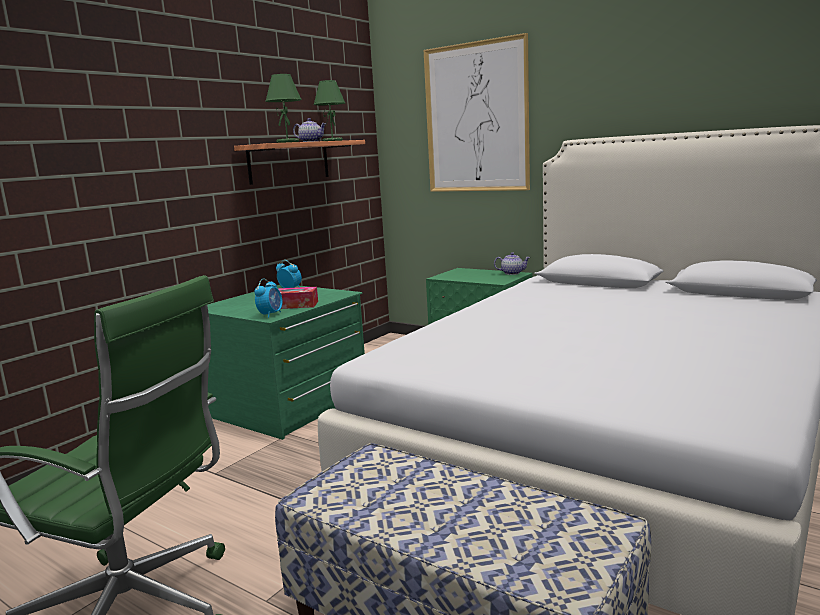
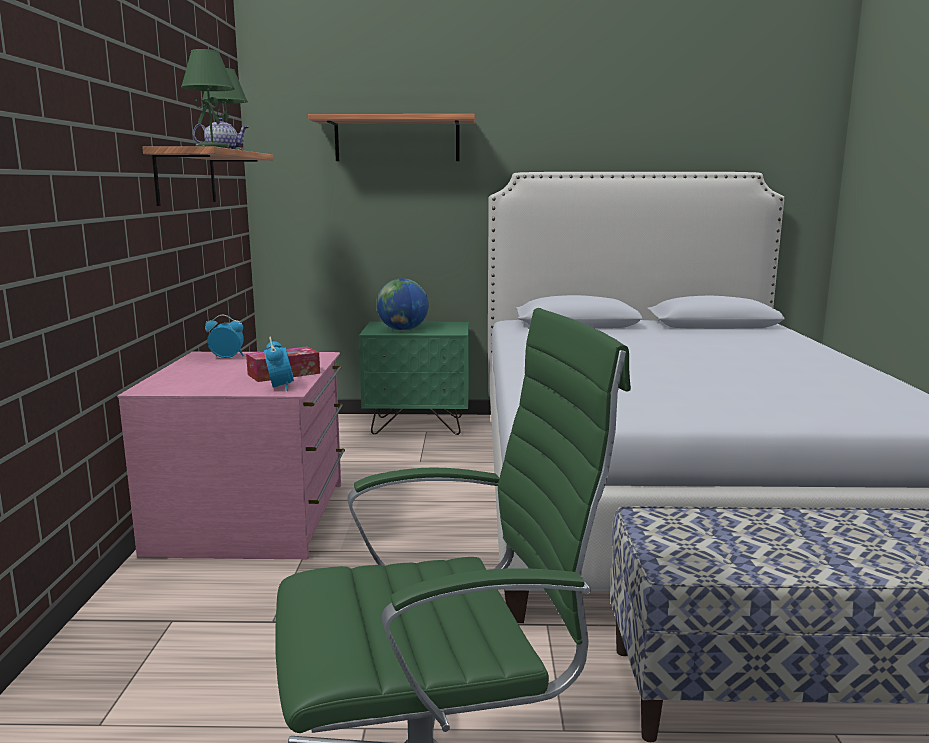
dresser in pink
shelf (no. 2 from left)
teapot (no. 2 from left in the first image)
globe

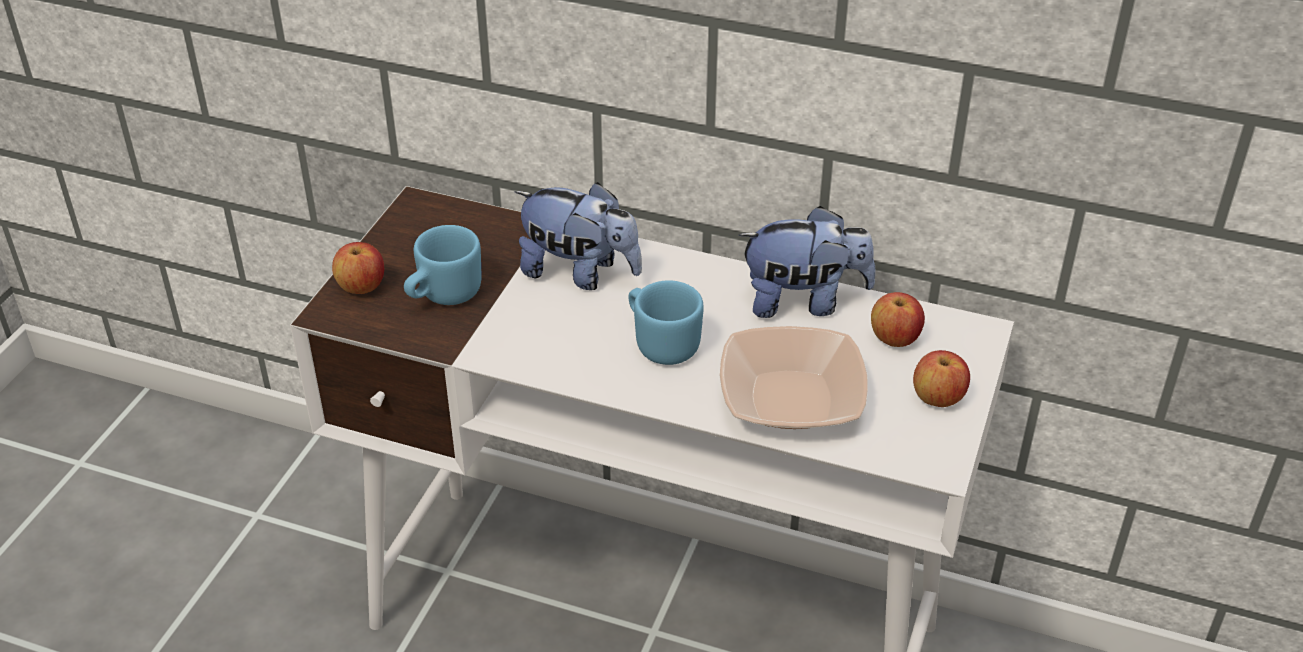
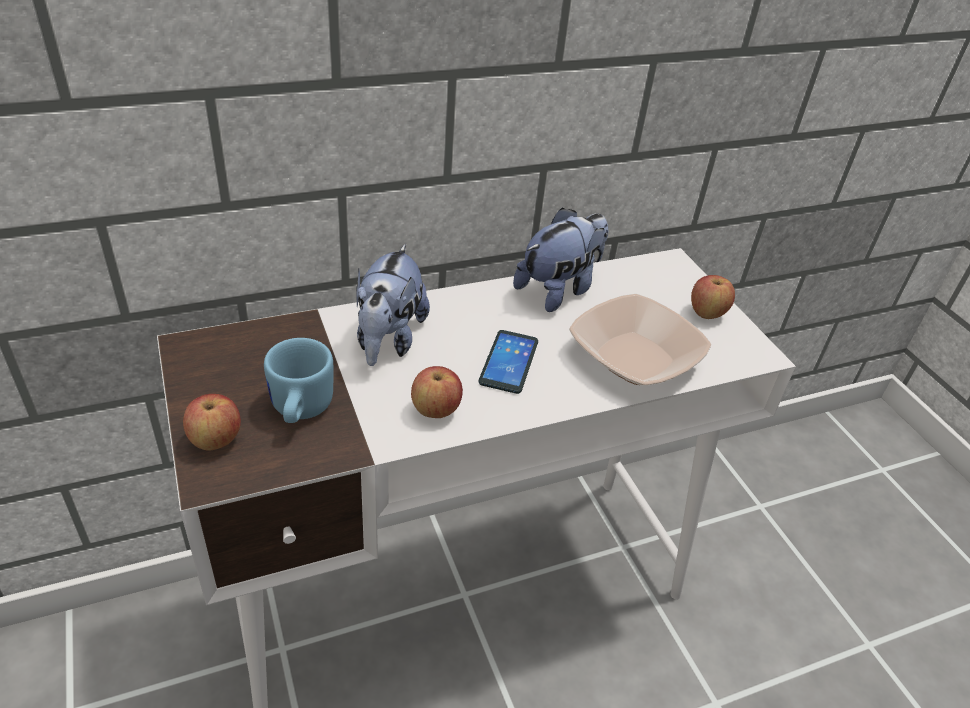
plush toy (no. 1 from left)
phone
apple (no. 2 from left)

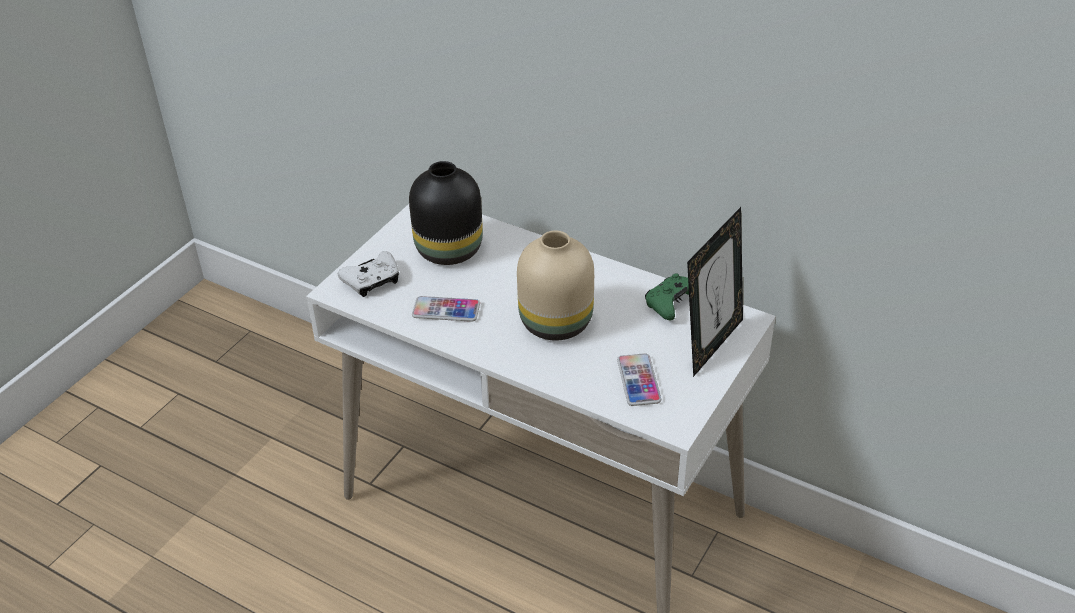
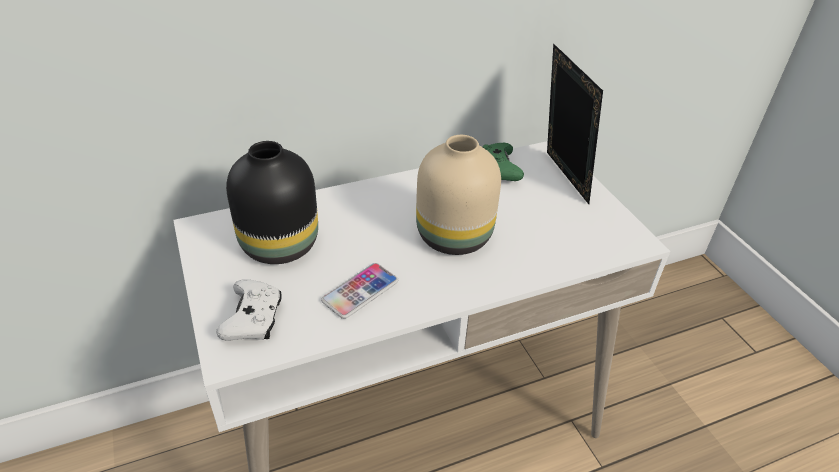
phone (no. 2 from left in the first image)

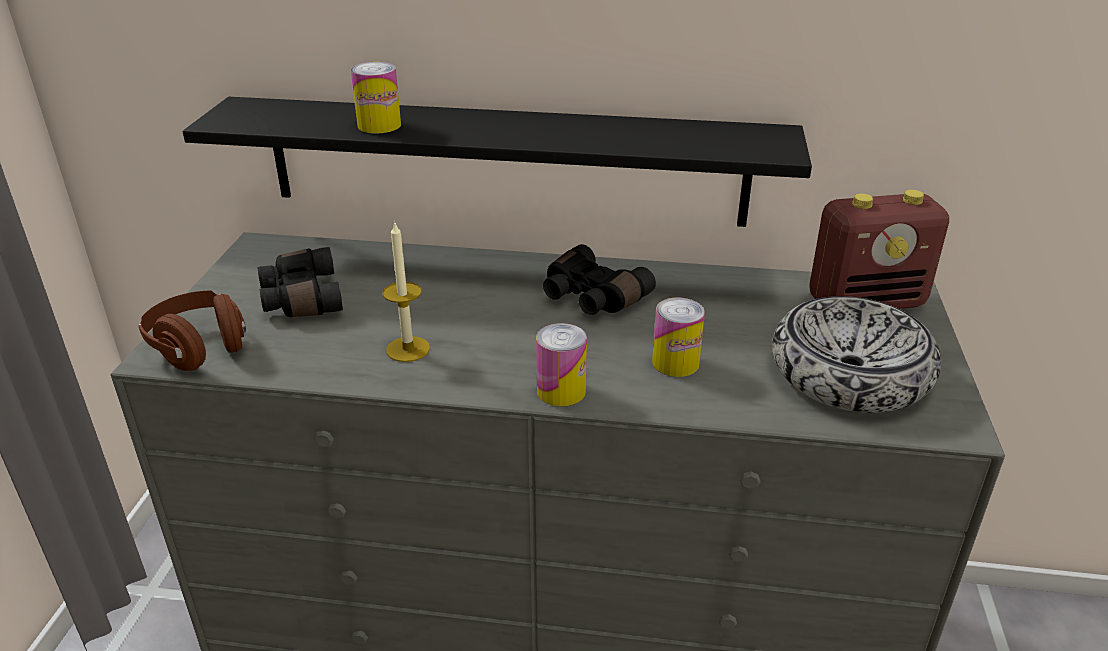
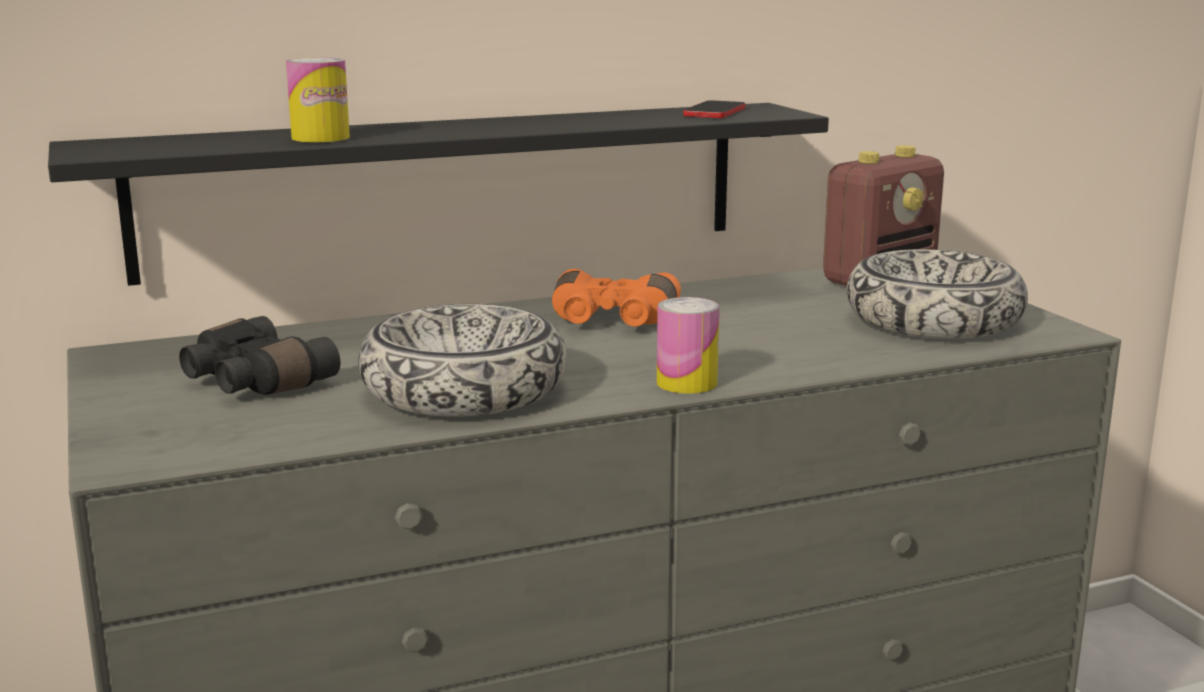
headphones in brown
bowl (no. 1 from left)
binoculars in orange
can (no. 3 from left in the first image)
phone

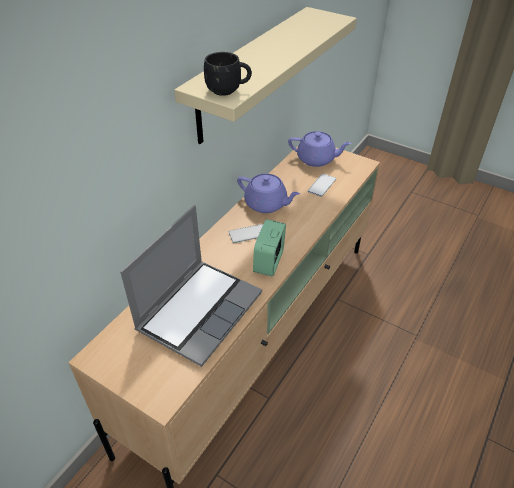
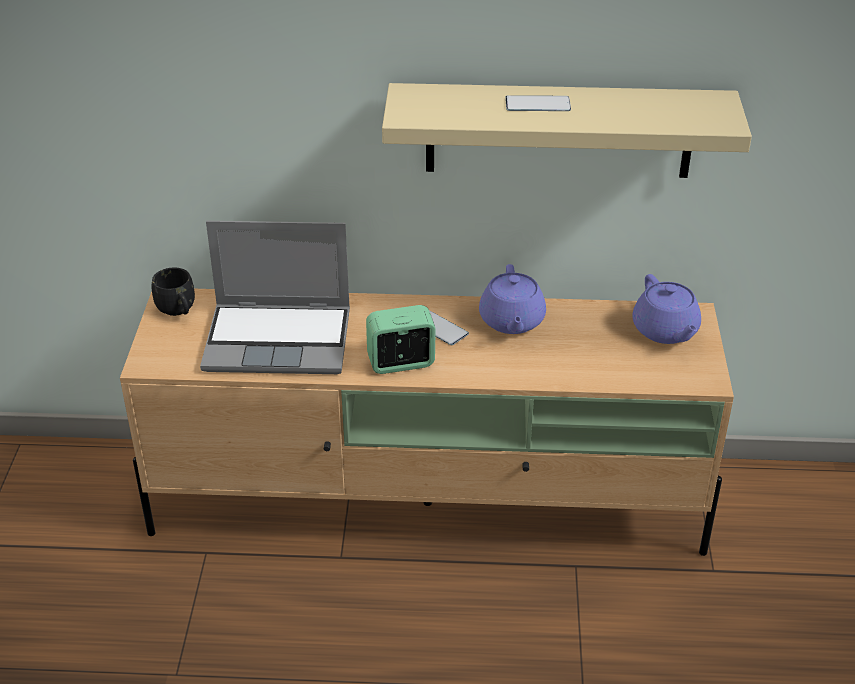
mug in black
phone (no. 2 from left)

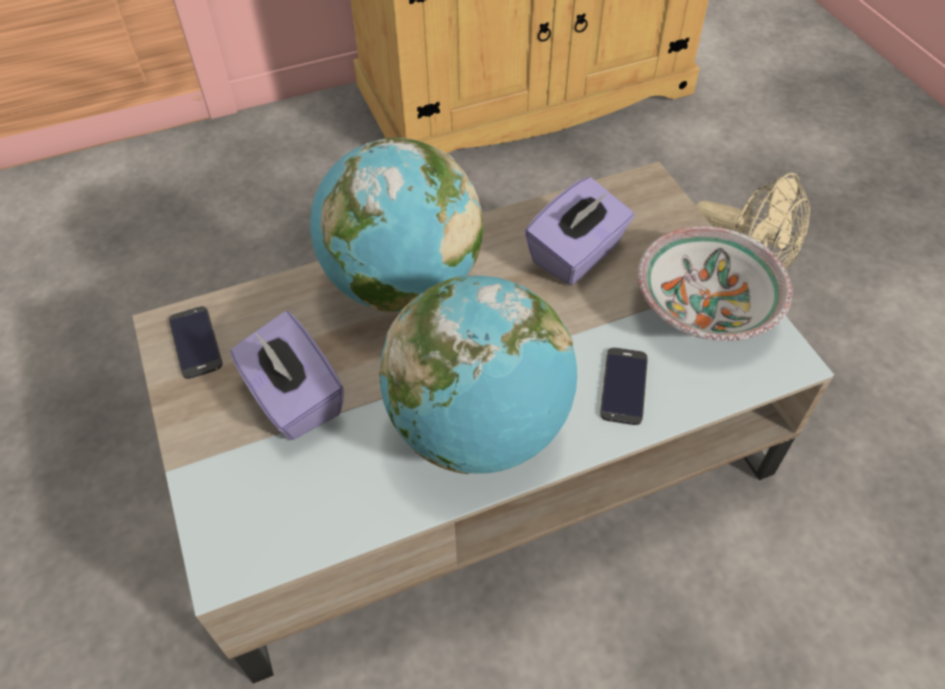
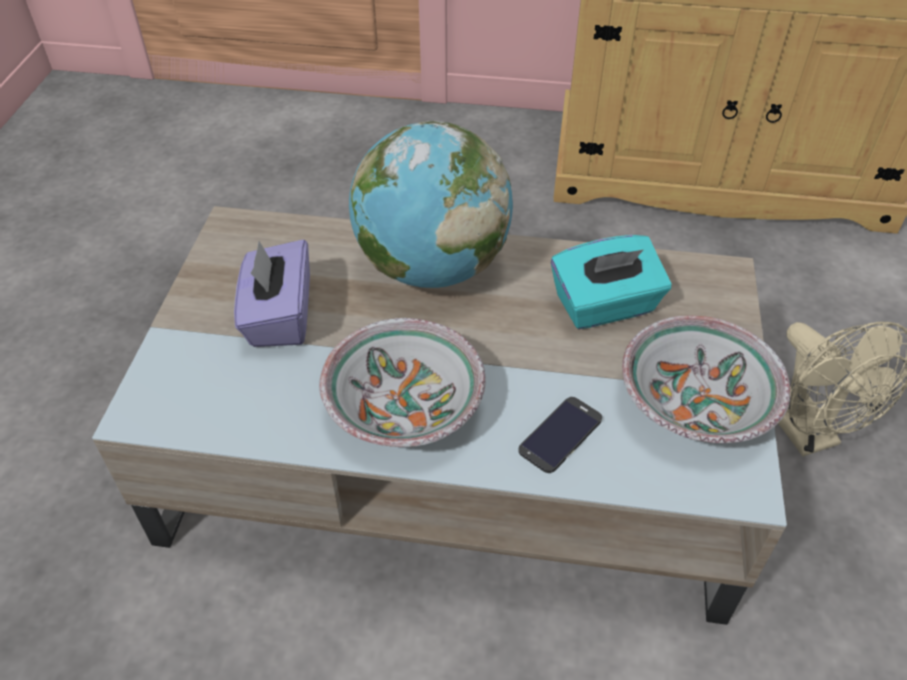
phone (no. 1 from left in the first image)
bowl (no. 1 from left)
tissue box in turquoise

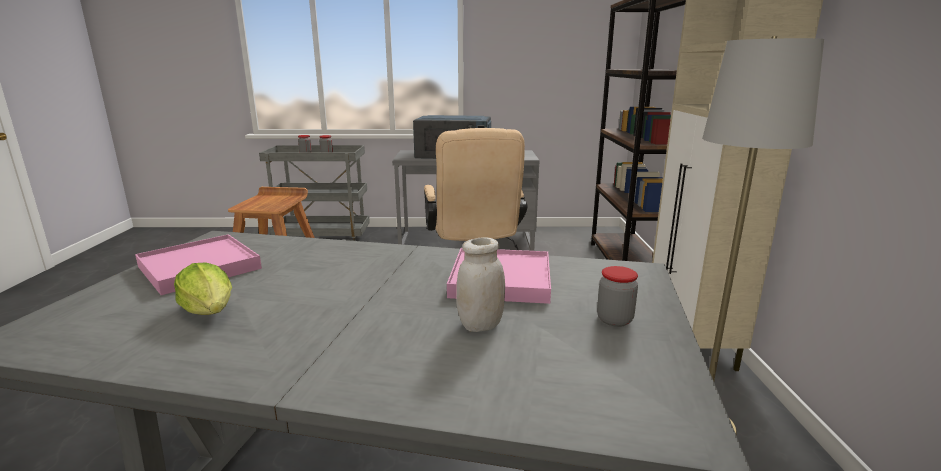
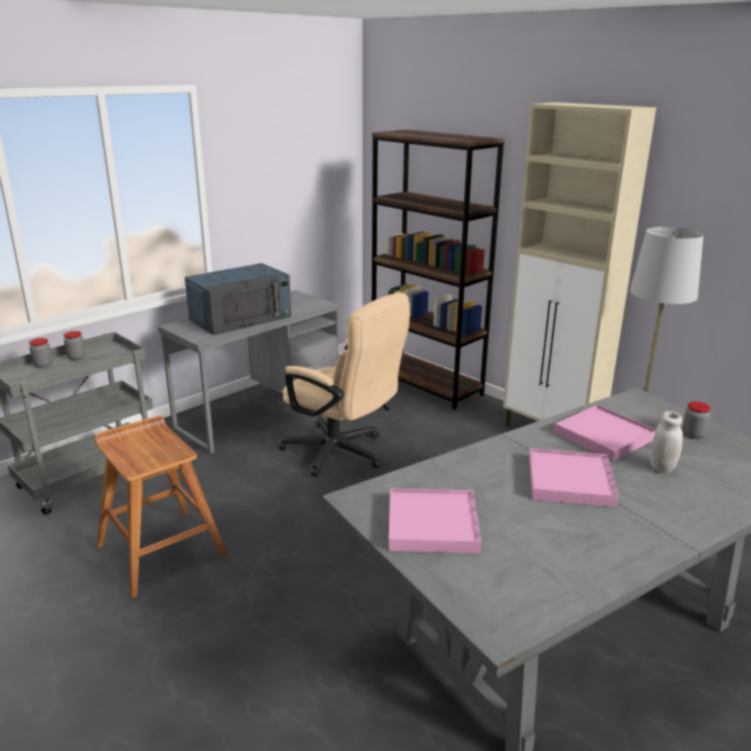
lettuce
tray in pink (no. 2 from left)

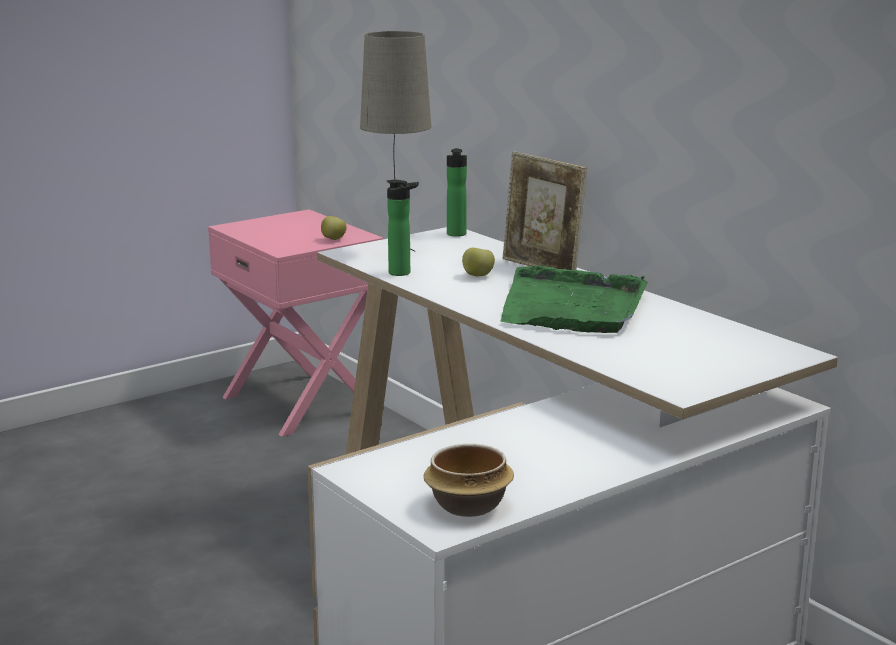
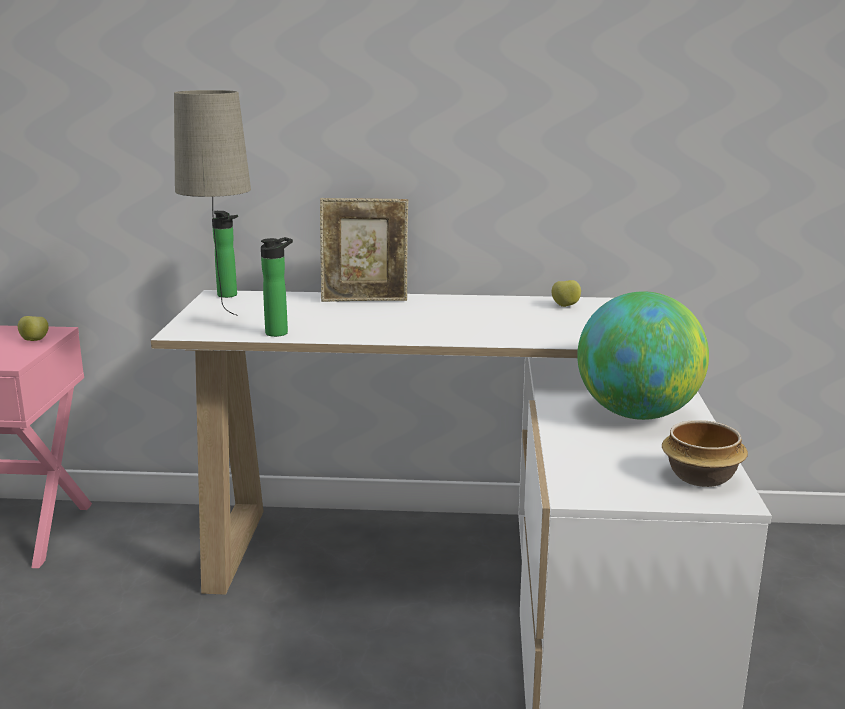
apple (no. 2 from left)
tray in green
globe

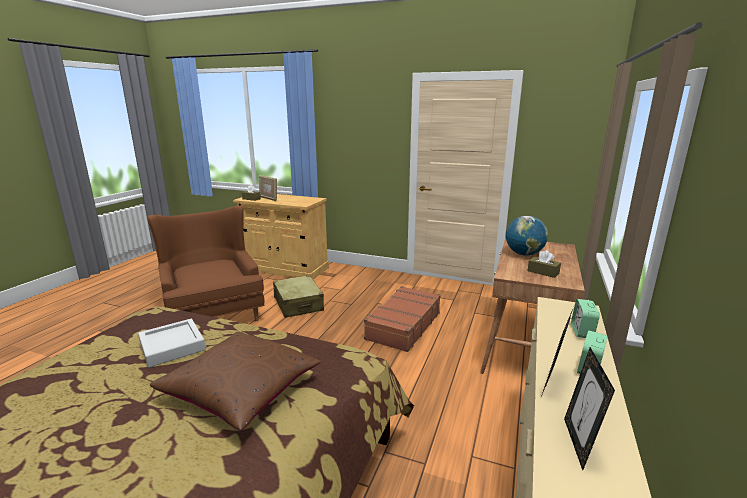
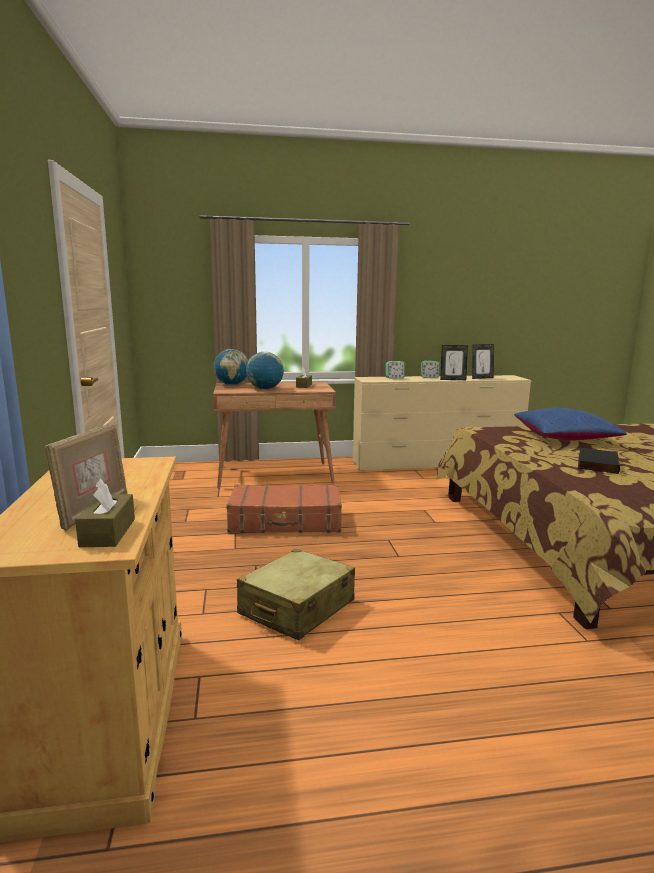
book in black
armchair in brown
pillow in blue
globe (no. 1 from left)

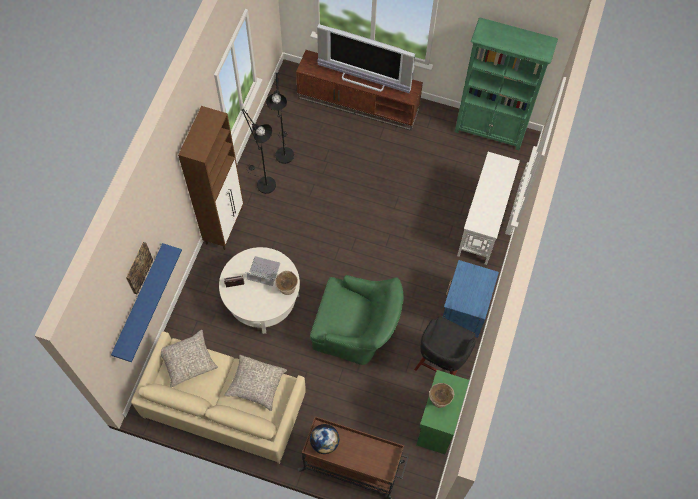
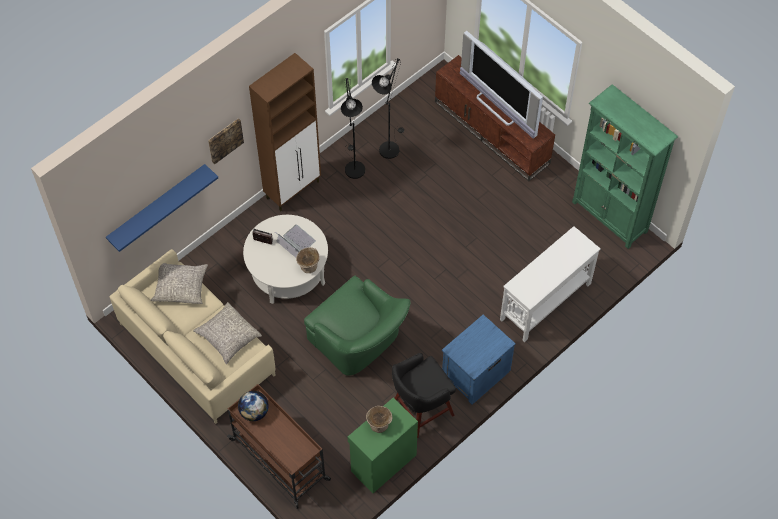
picture

